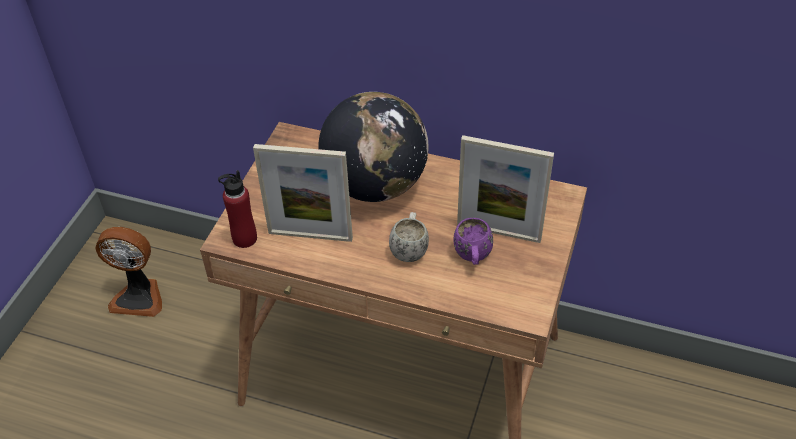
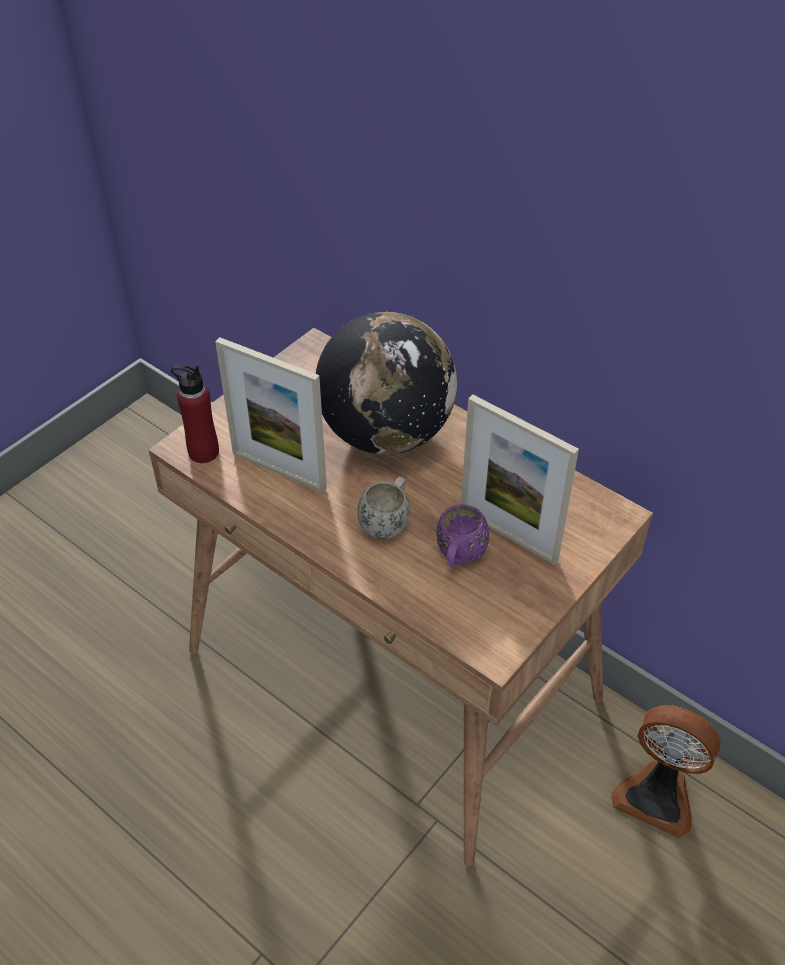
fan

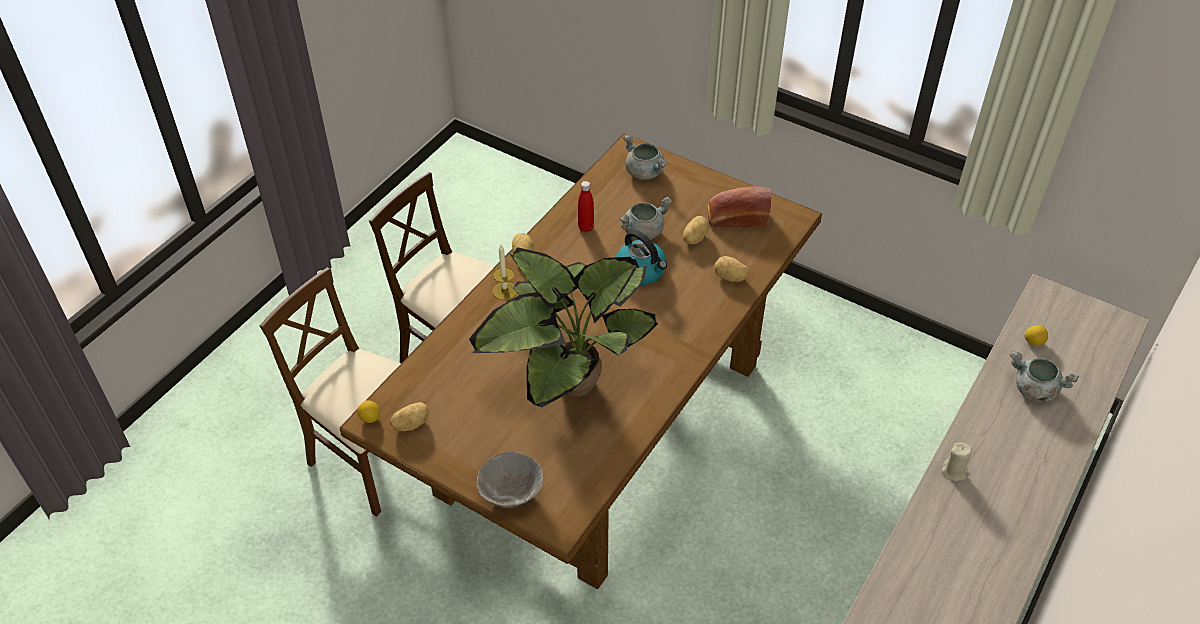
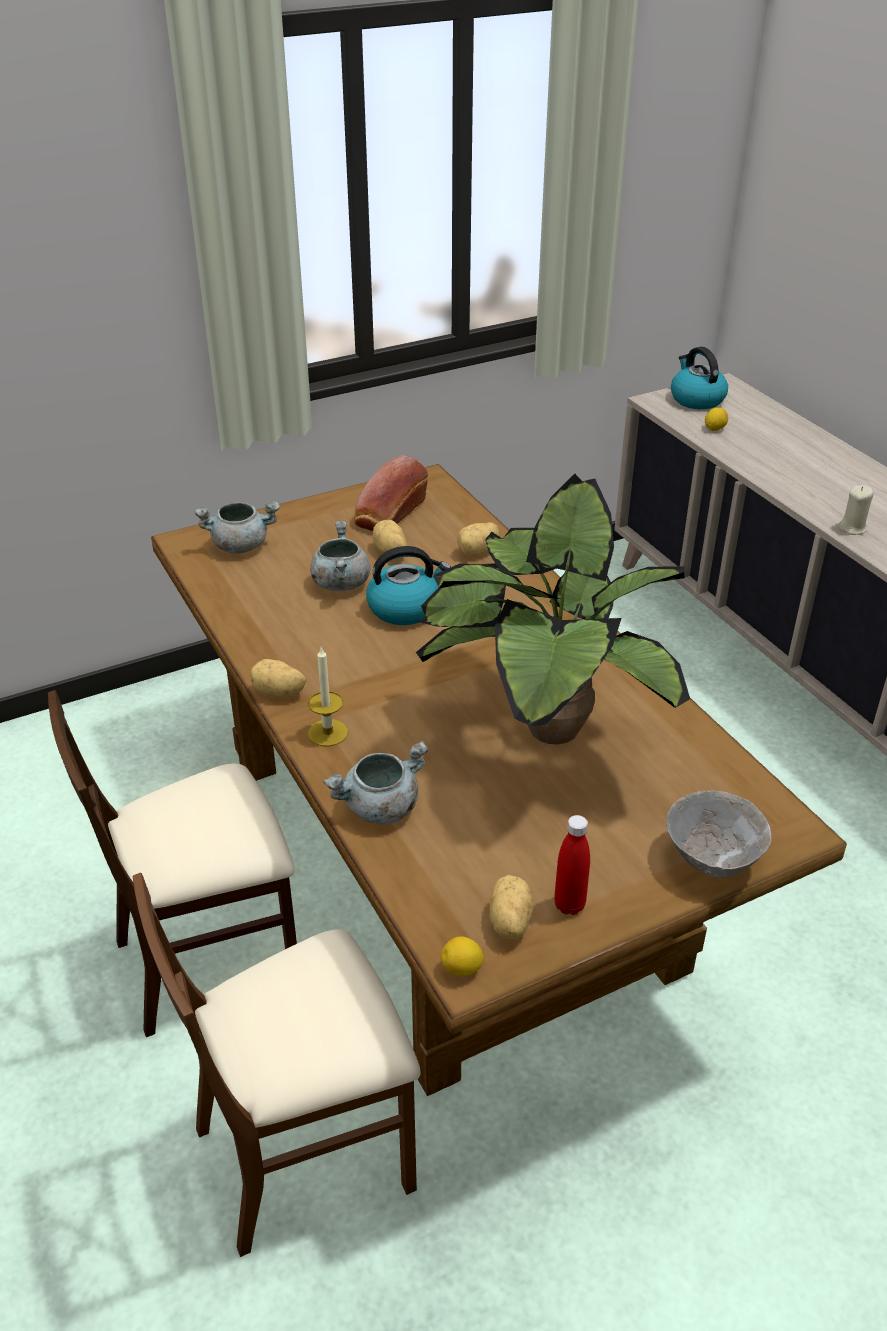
bottle in red
cooking pot in grey (no. 3 from left)
kettle (no. 2 from left)

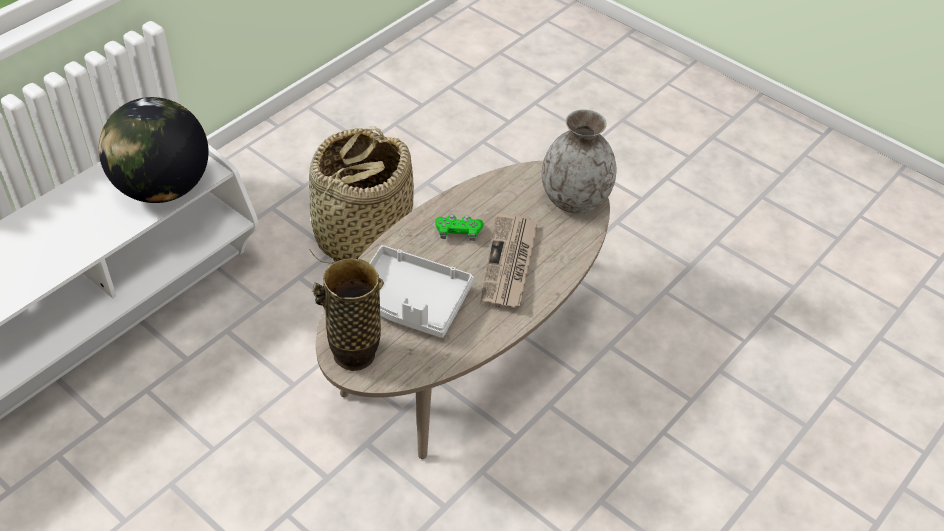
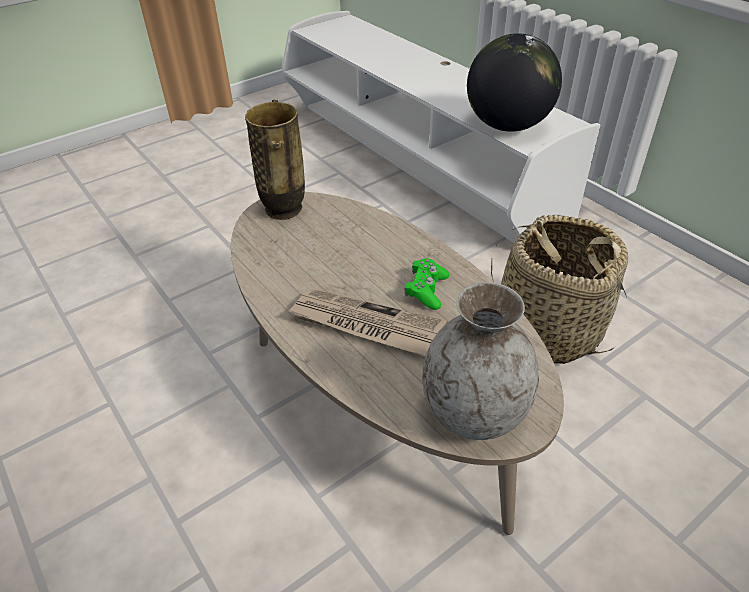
tray in grey

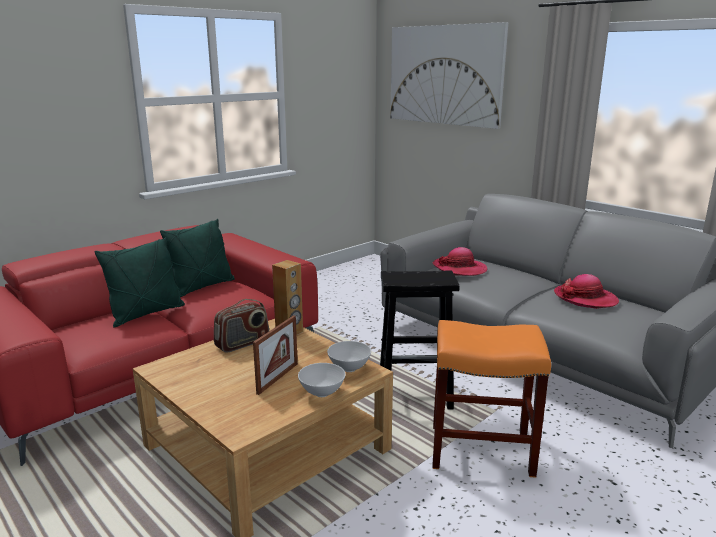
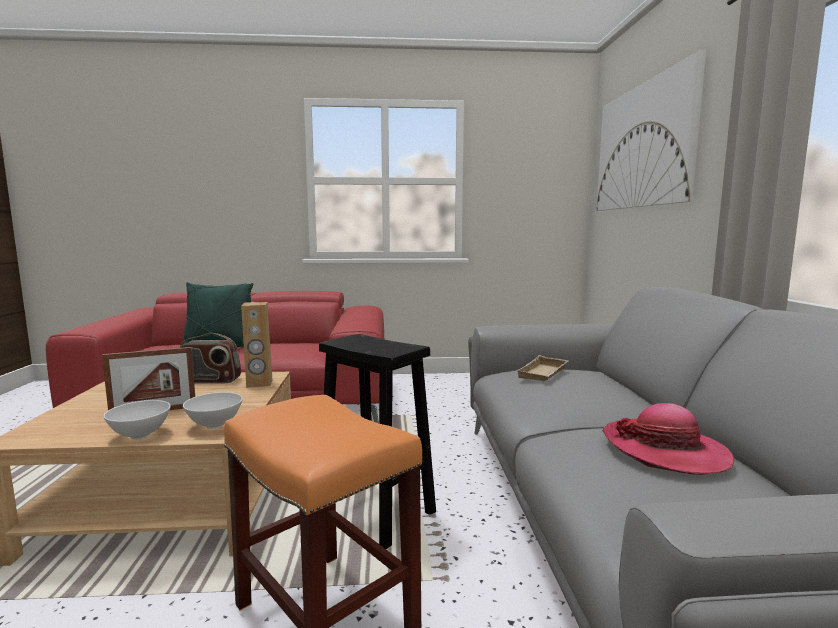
pillow in green (no. 2 from left in the first image)
tray in beige

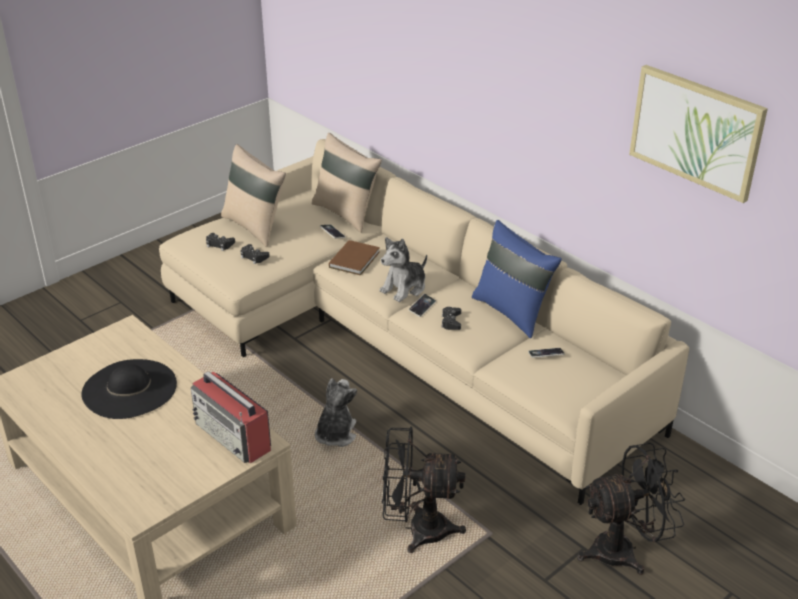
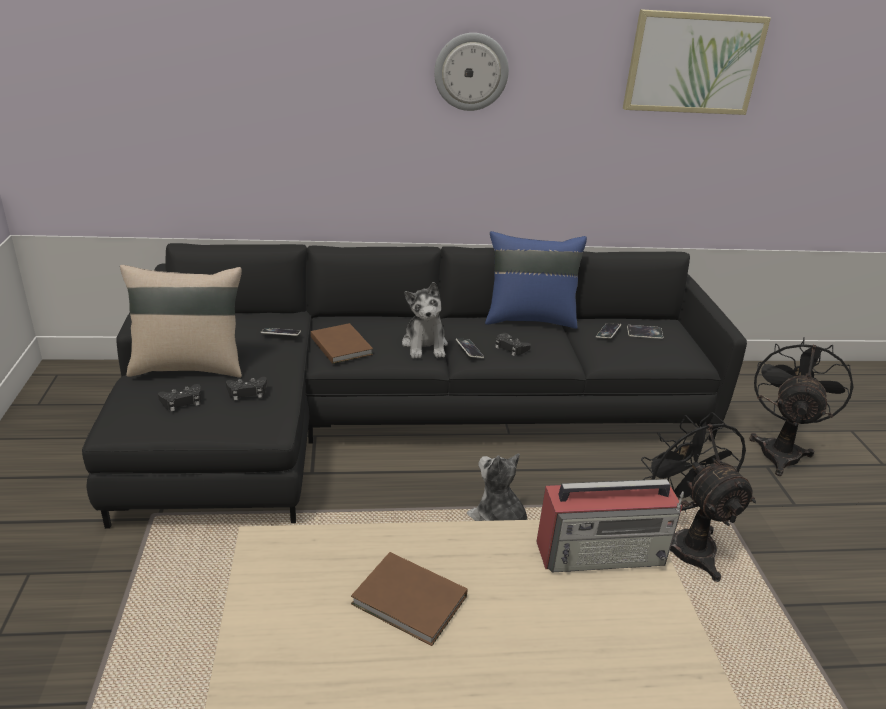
book in brown (no. 2 from left)
sofa in black
pillow in beige (no. 2 from left in the first image)
fan in black (no. 1 from left)
wall clock
phone (no. 4 from left)

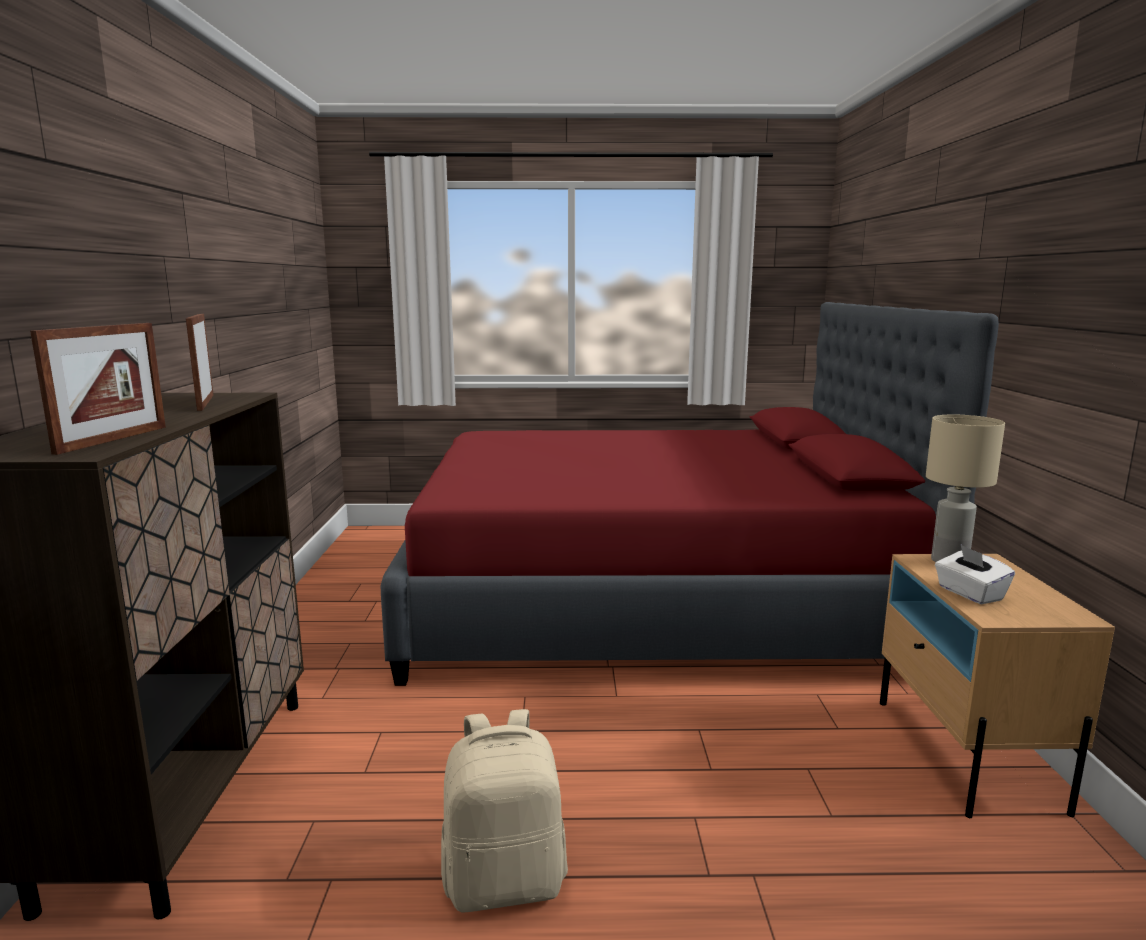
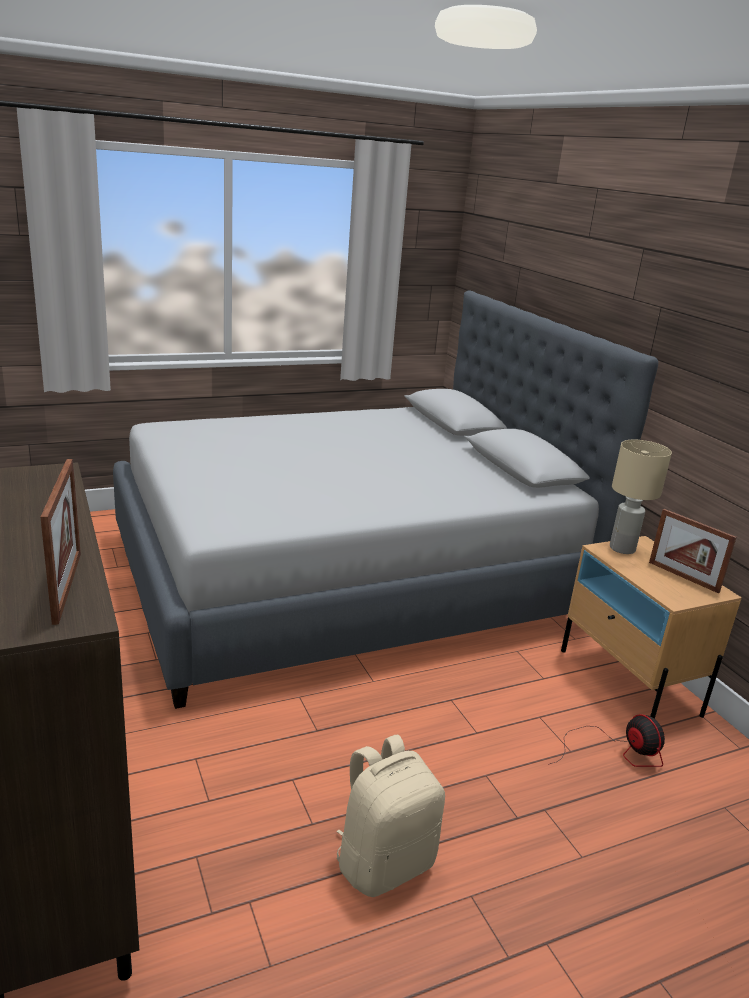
picture frame (no. 2 from left)
bed in grey
tissue box in white
fan

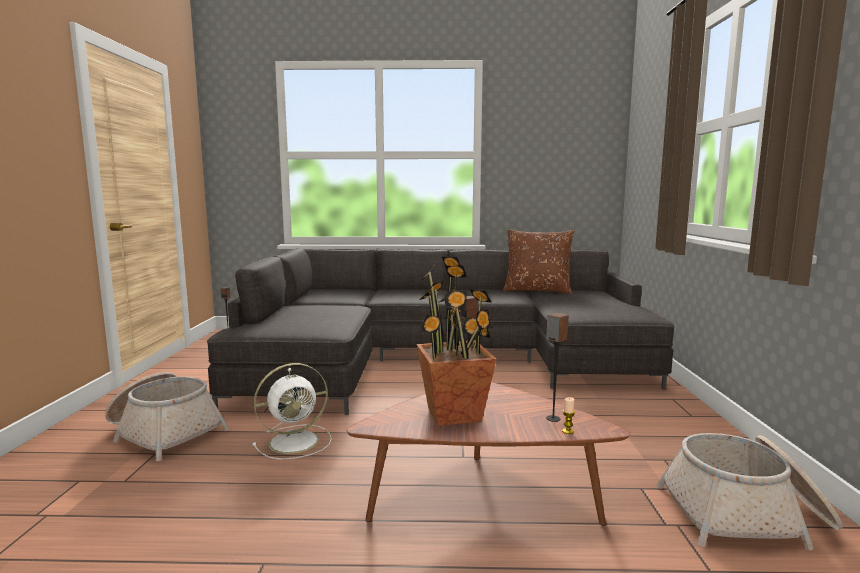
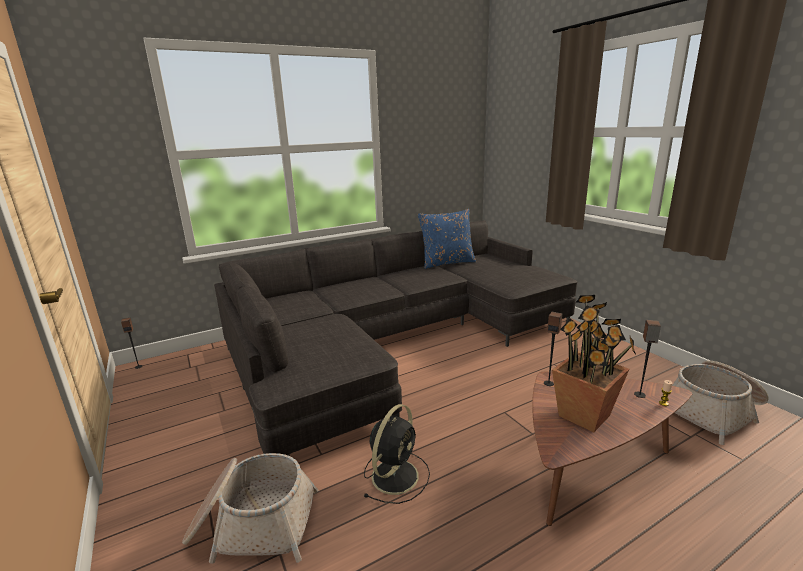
fan in black
pillow in blue

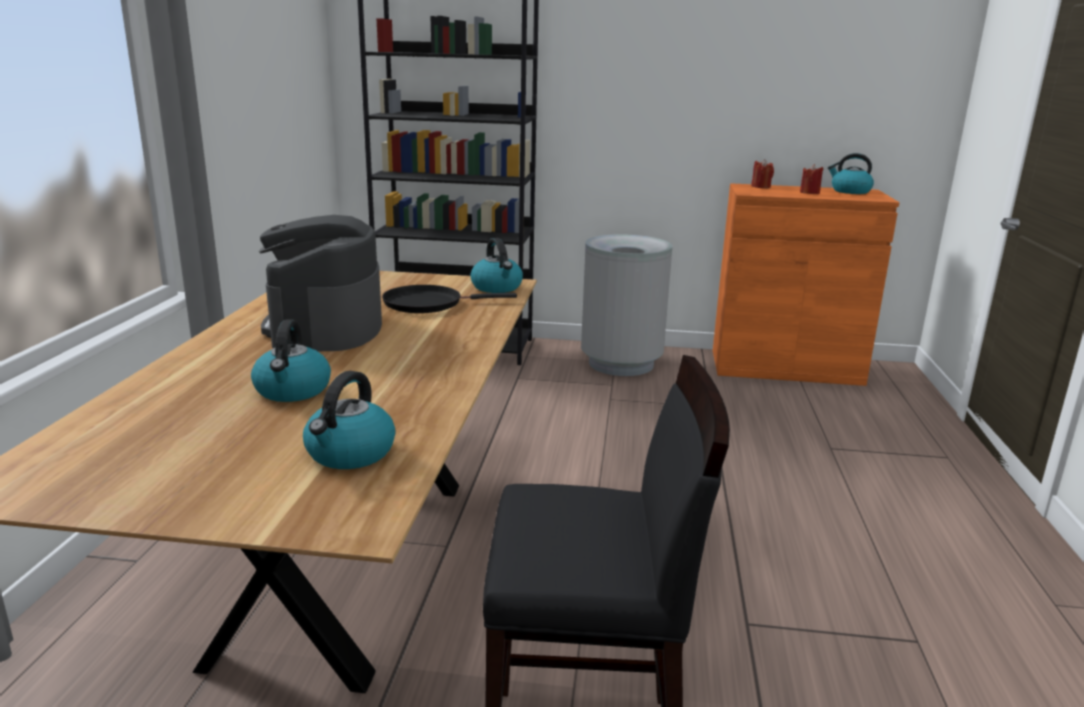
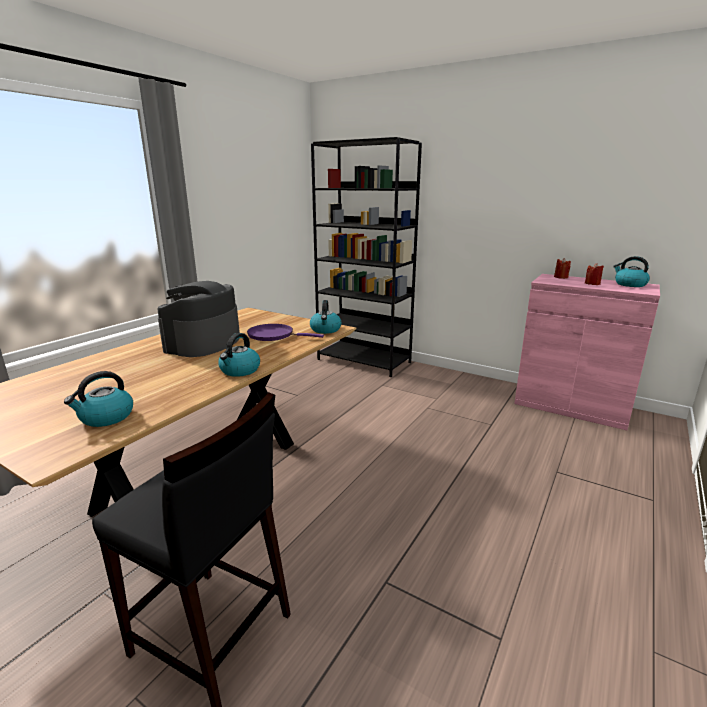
kettle (no. 2 from left)
frying pan in purple
trash can in grey
cabinet in pink

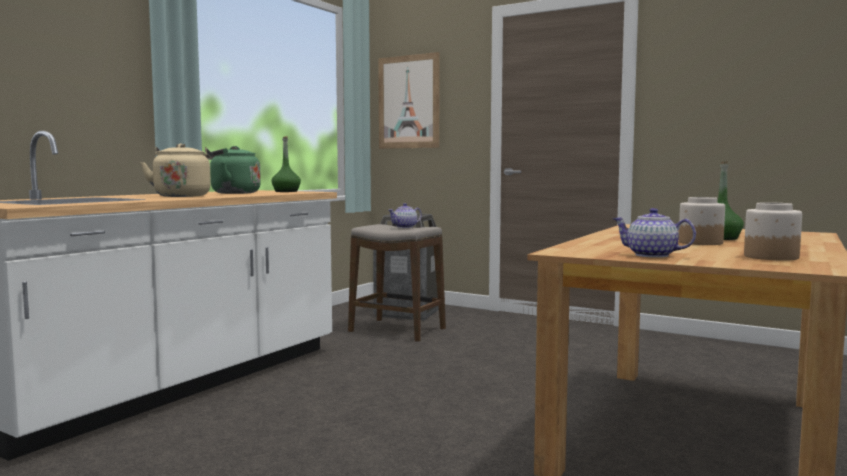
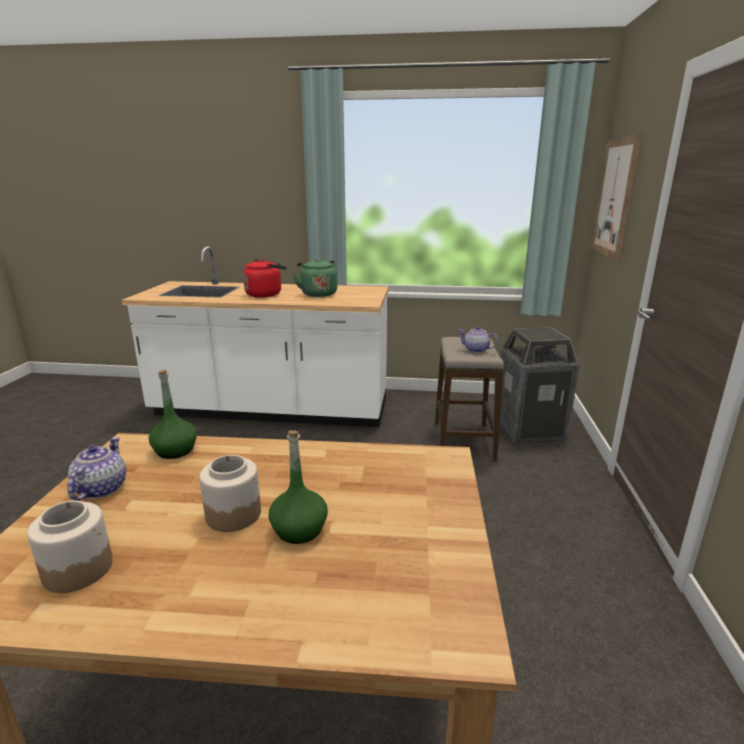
kettle in red
bottle in green (no. 1 from left)

